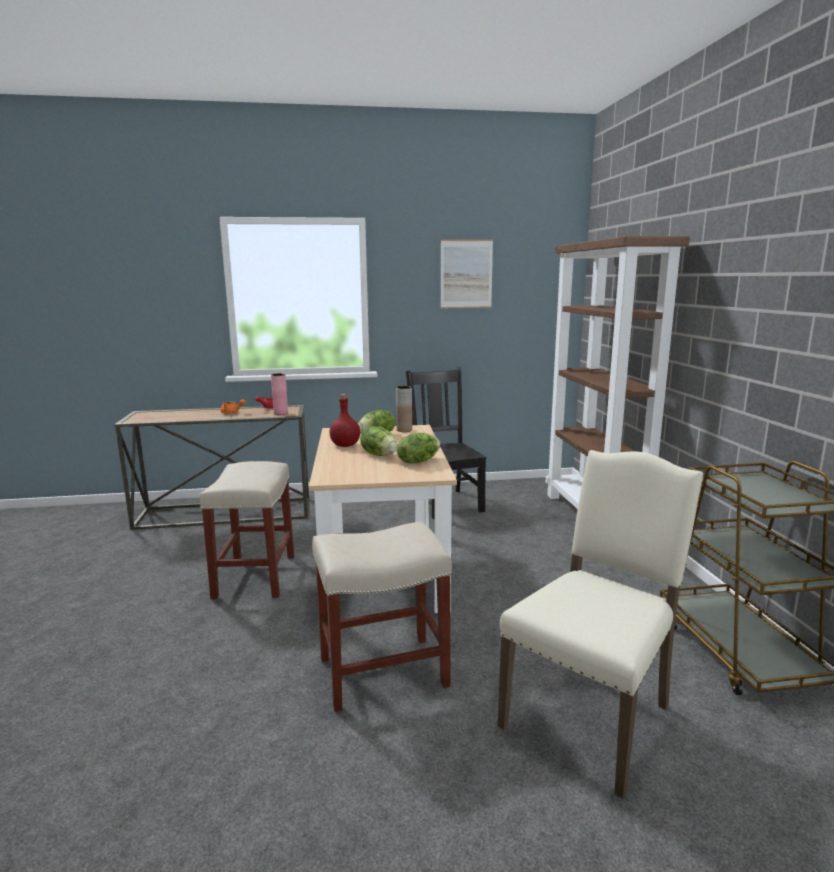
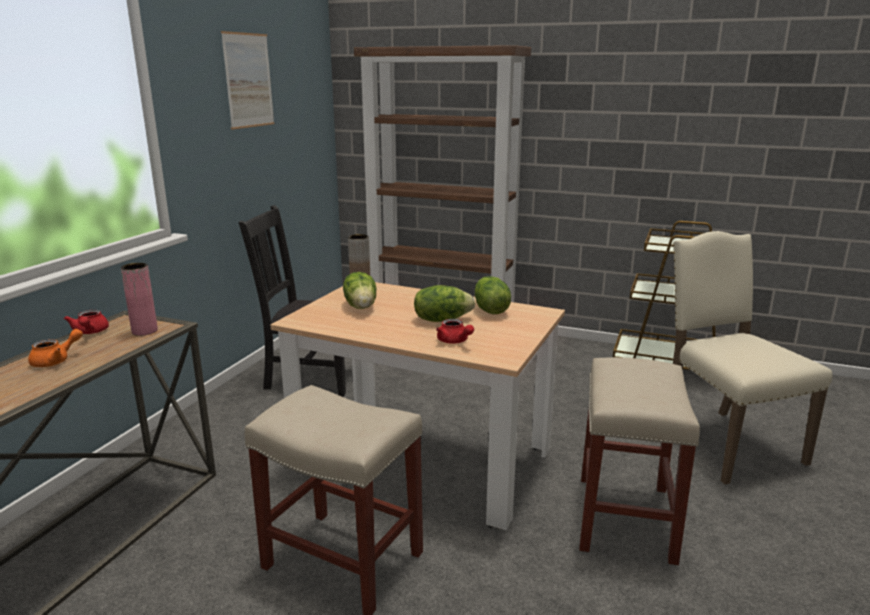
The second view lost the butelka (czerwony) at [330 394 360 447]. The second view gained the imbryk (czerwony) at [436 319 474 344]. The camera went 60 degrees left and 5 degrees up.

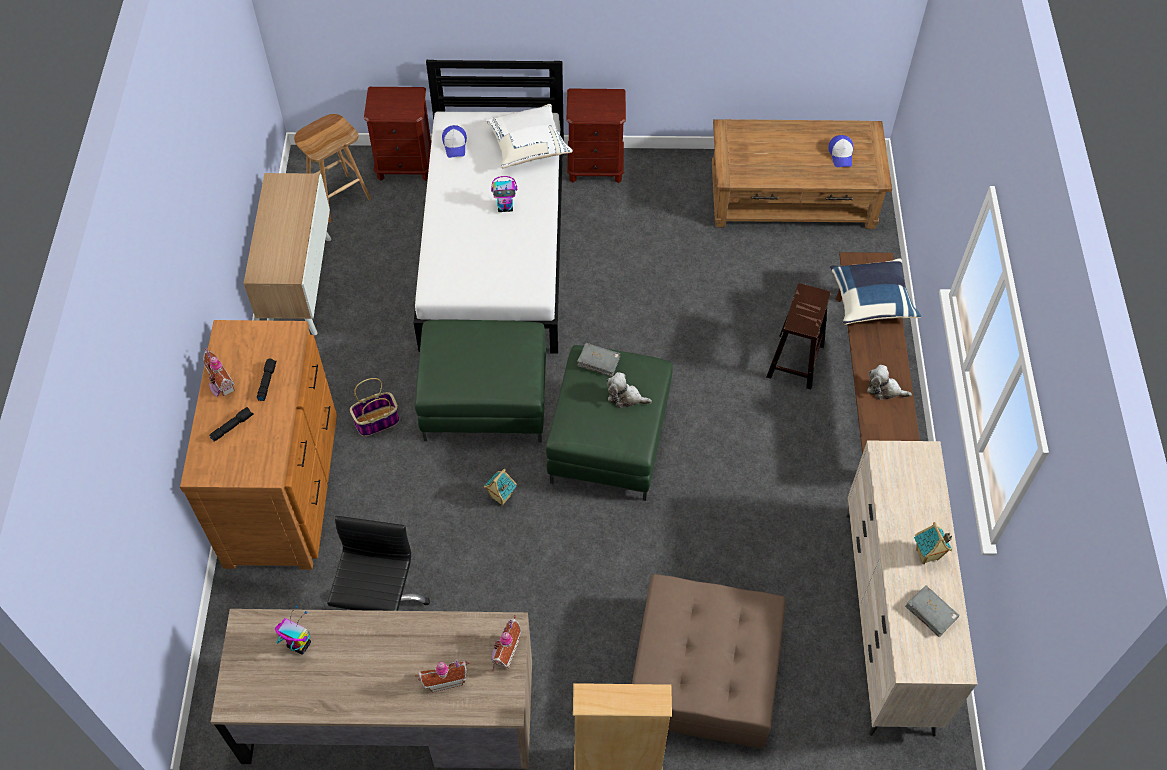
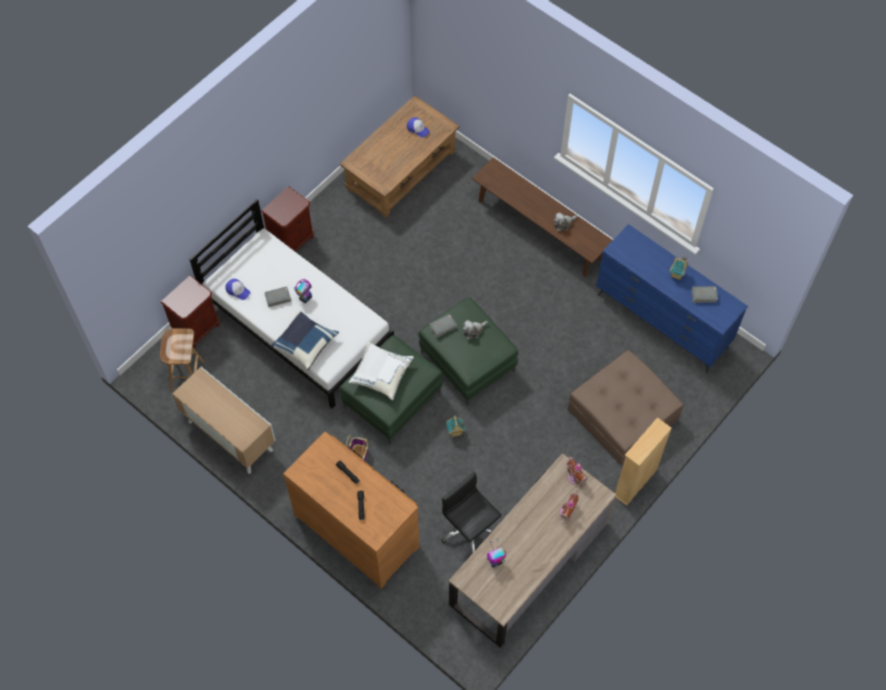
The poduszka (biały) ended up elsewhere, having gone from [485 104 573 169] to [349 342 414 400]. The poduszka (niebieski) ended up elsewhere, having gone from [830 258 922 325] to [271 310 339 370]. The second view lost the stołek (brązowy) at [767 283 831 390]. The second view lost the domek at [203 347 235 399]. What was the komoda (beżowy) at [846 440 977 737] turned into the komoda (niebieski) at [596 224 748 373]. The second view gained the książka (szary) at [265 286 291 307]. The camera went 50 degrees left and 5 degrees up.

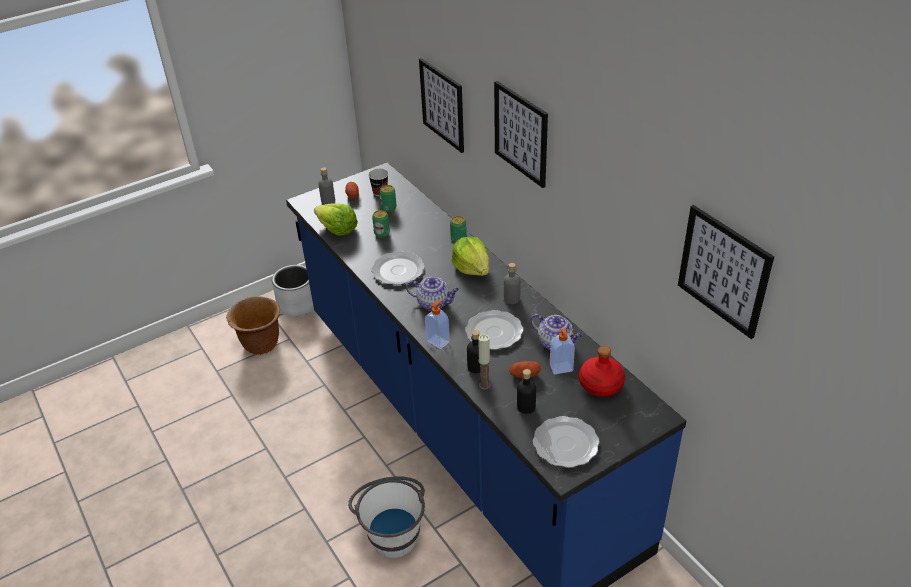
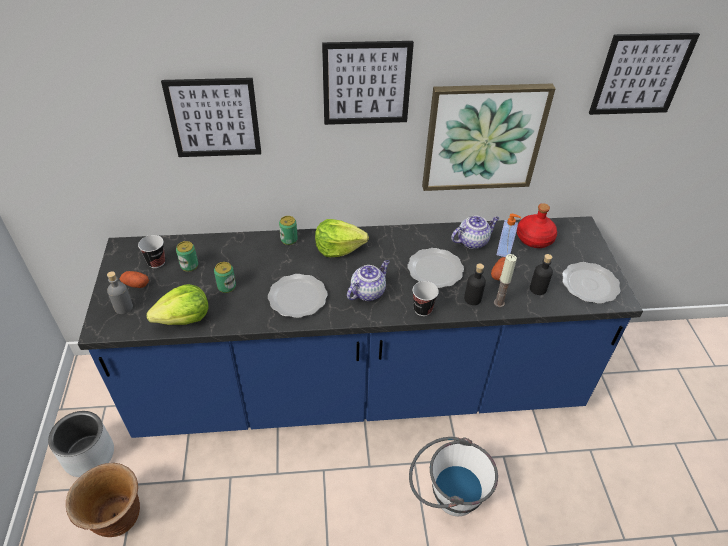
The second view lost the butelka (szary) at [504 263 520 304]. Where the dozownik mydła stood at [425 300 450 349], the filiżanka came to stand at [413 281 439 316]. The second view gained the obraz at [422 84 556 191]. The camera went 65 degrees left and 5 degrees up.

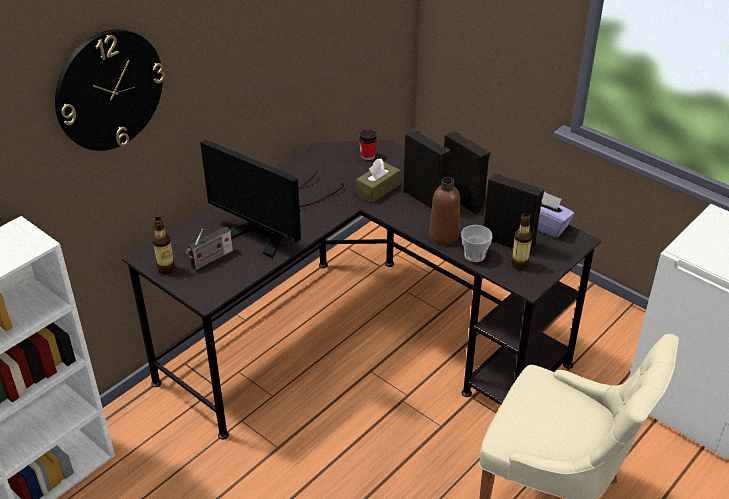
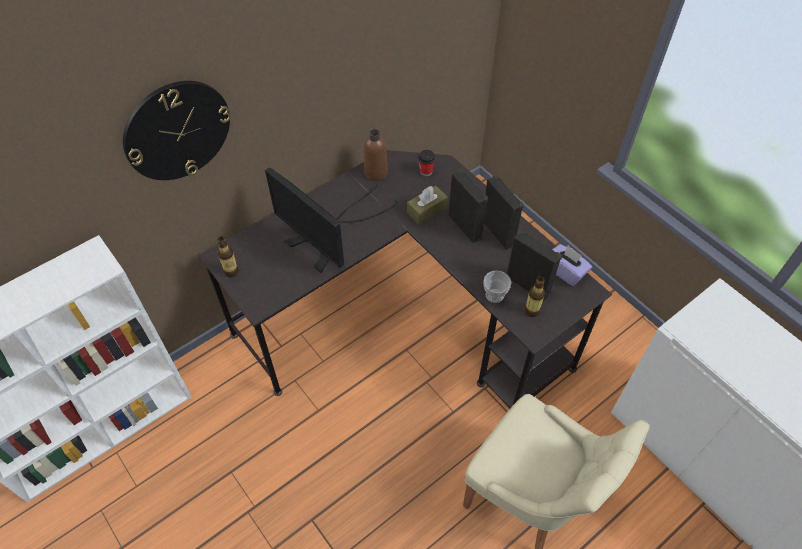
The butelka (brązowy) ended up elsewhere, having gone from [429 177 460 245] to [364 129 388 181]. The second view lost the radio at [186 227 233 270]. The camera went 10 degrees right and 15 degrees up.

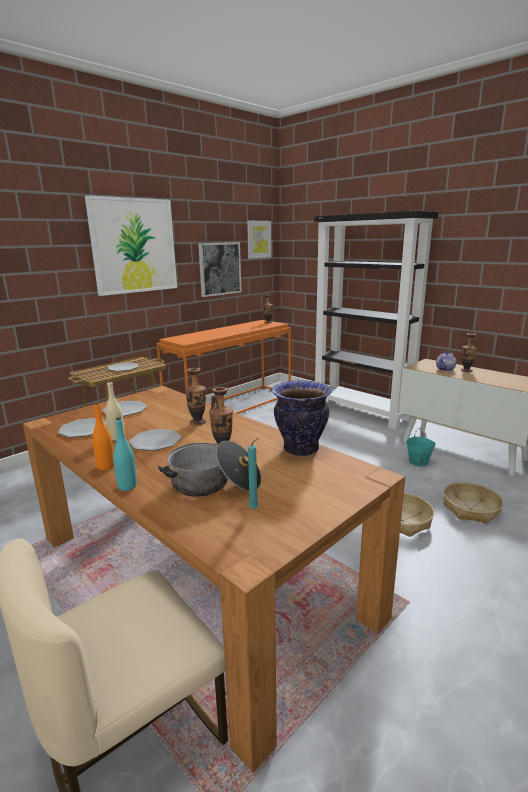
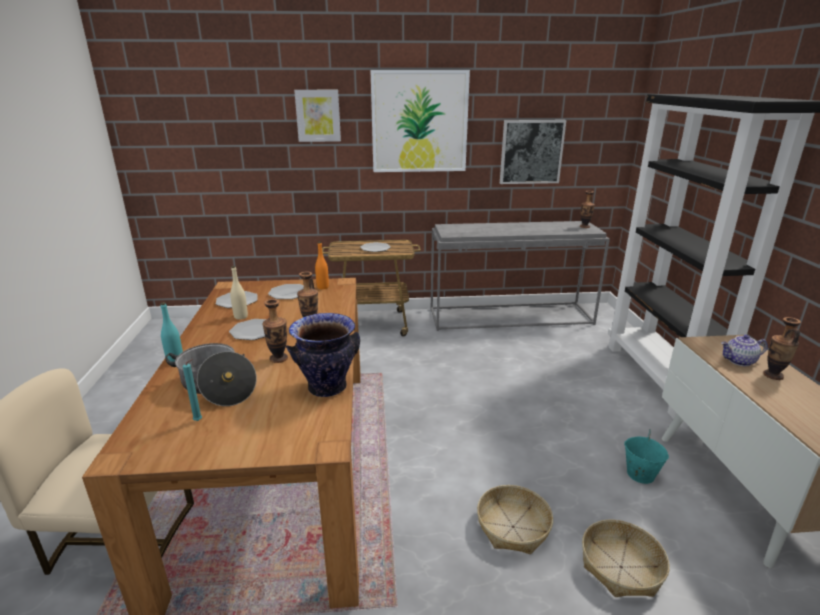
The obraz ended up elsewhere, having gone from [247 221 272 259] to [294 90 341 142]. What was the stolik konsolowy (pomarańczowy) at [156 320 291 414] turned into the stolik konsolowy (szary) at [431 221 610 331]. The butelka (pomarańczowy) ended up elsewhere, having gone from [92 402 114 470] to [315 242 329 289]. The camera went 40 degrees right and 5 degrees up.

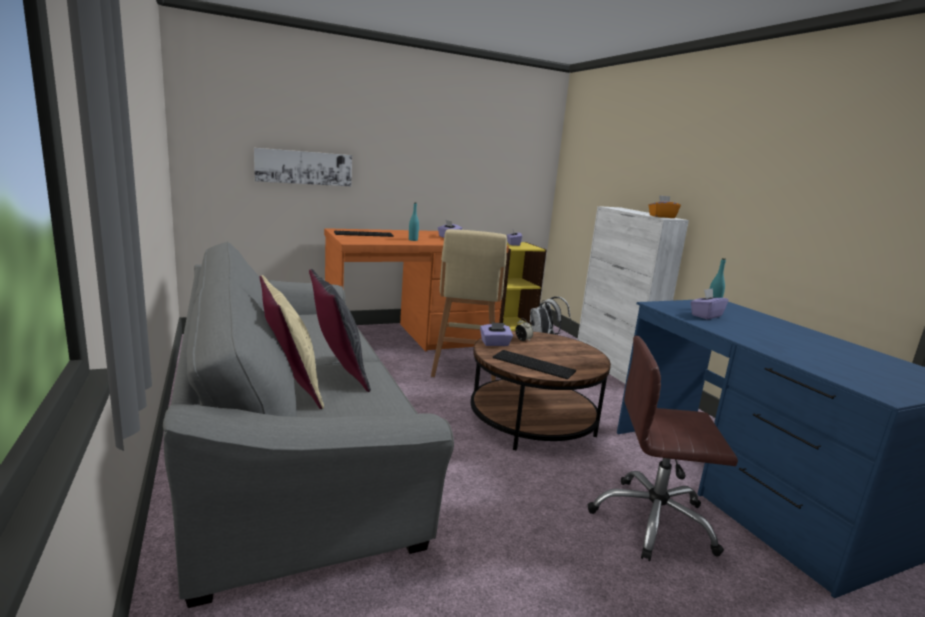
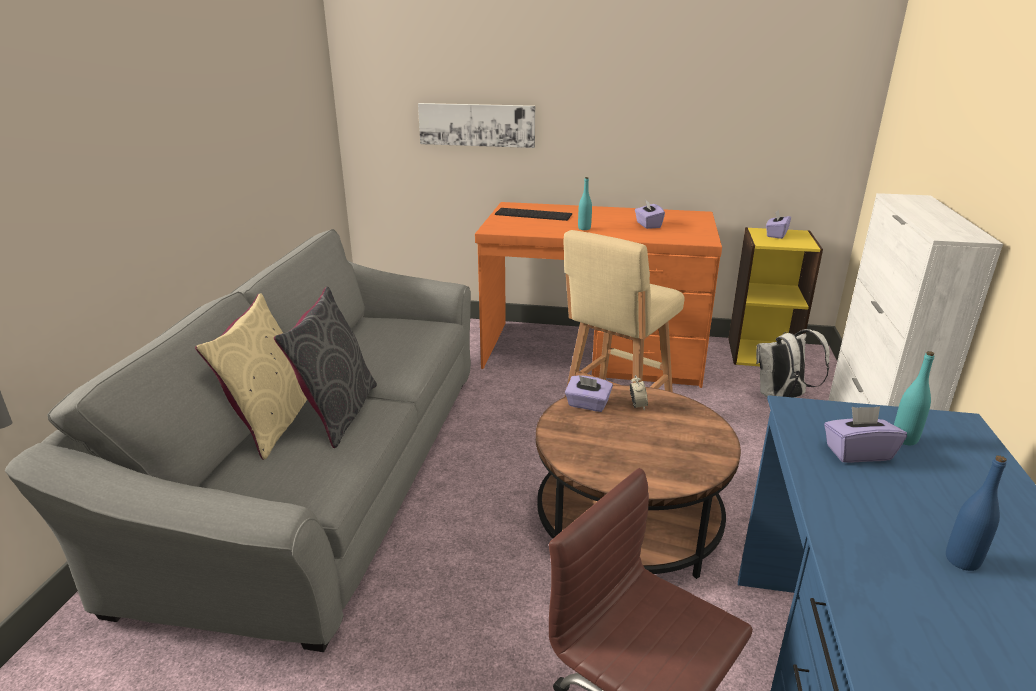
The second view lost the pudełko chusteczek (pomarańczowy) at [648 195 681 218]. The second view lost the klawiatura at [493 350 576 379]. The second view gained the butelka (niebieski) at [946 455 1006 571]. The camera went 35 degrees right and 10 degrees up.

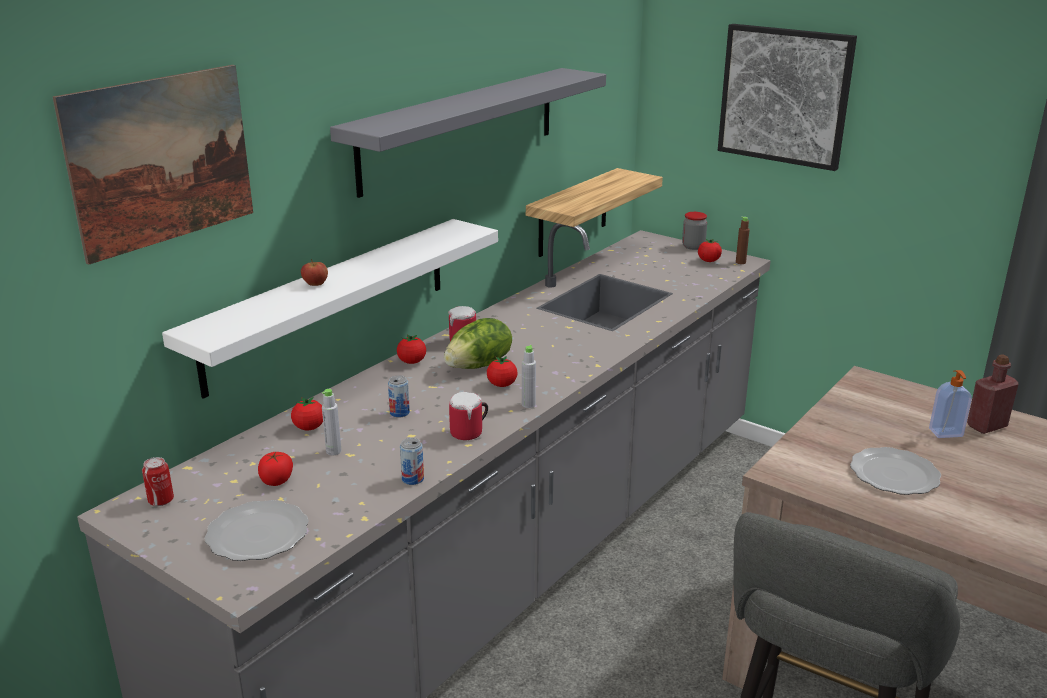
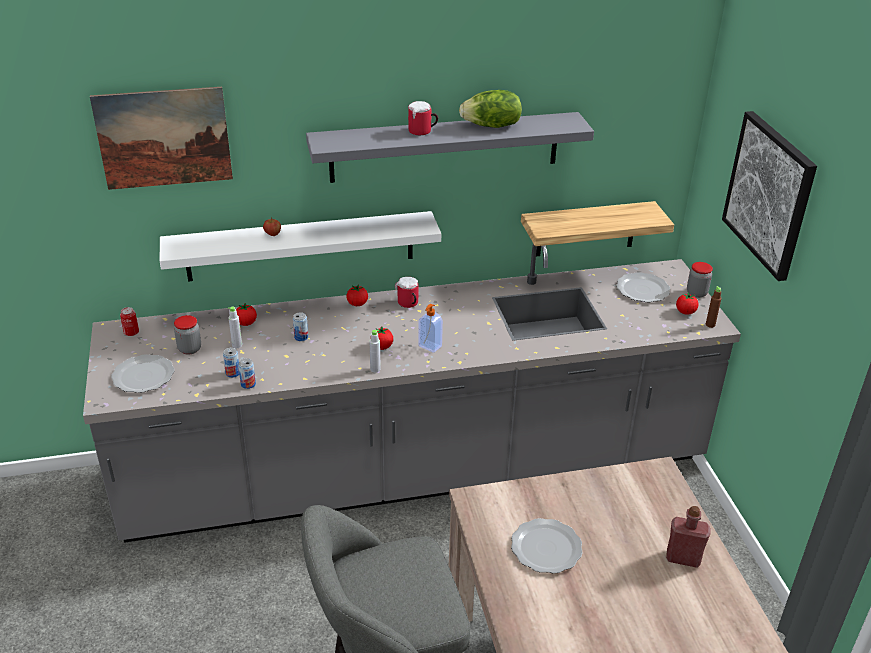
The sałata ended up elsewhere, having gone from [444 318 512 369] to [459 90 522 128]. The dozownik mydła ended up elsewhere, having gone from [929 370 972 438] to [418 304 443 353]. The kubek ended up elsewhere, having gone from [449 392 488 440] to [408 101 438 135]. Where the pomidor stood at [258 452 293 486], the słoik came to stand at [174 315 201 355]. The second view gained the talerz at [616 272 670 302]. The second view gained the puszka at [223 347 239 378]. The camera went 40 degrees right and 10 degrees up.

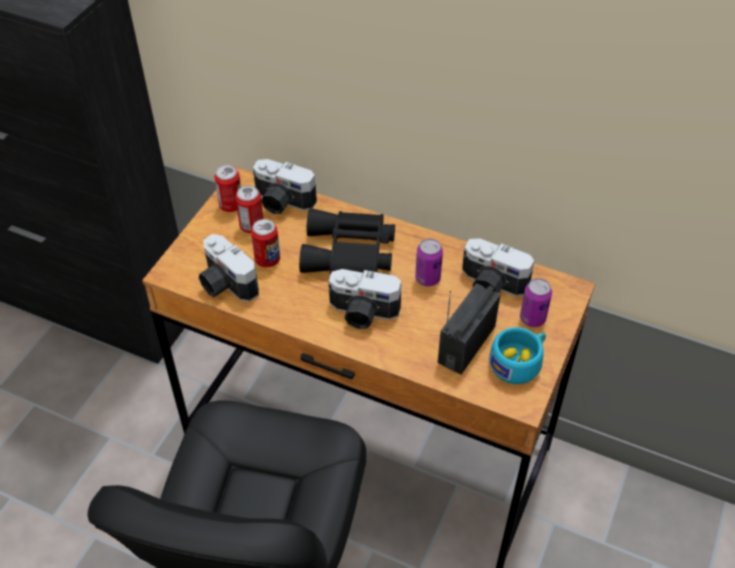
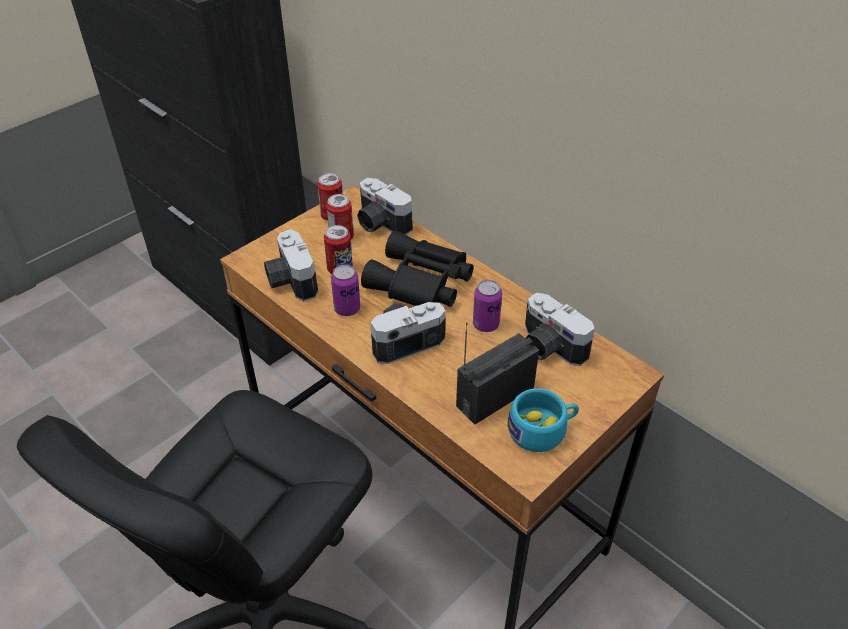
The aparat fotograficzny at [328 269 402 329] ended up facing another way, 120 degrees clockwise from before. The puszka ended up elsewhere, having gone from [520 278 552 327] to [331 264 360 316]. The camera went 20 degrees right and 5 degrees down.

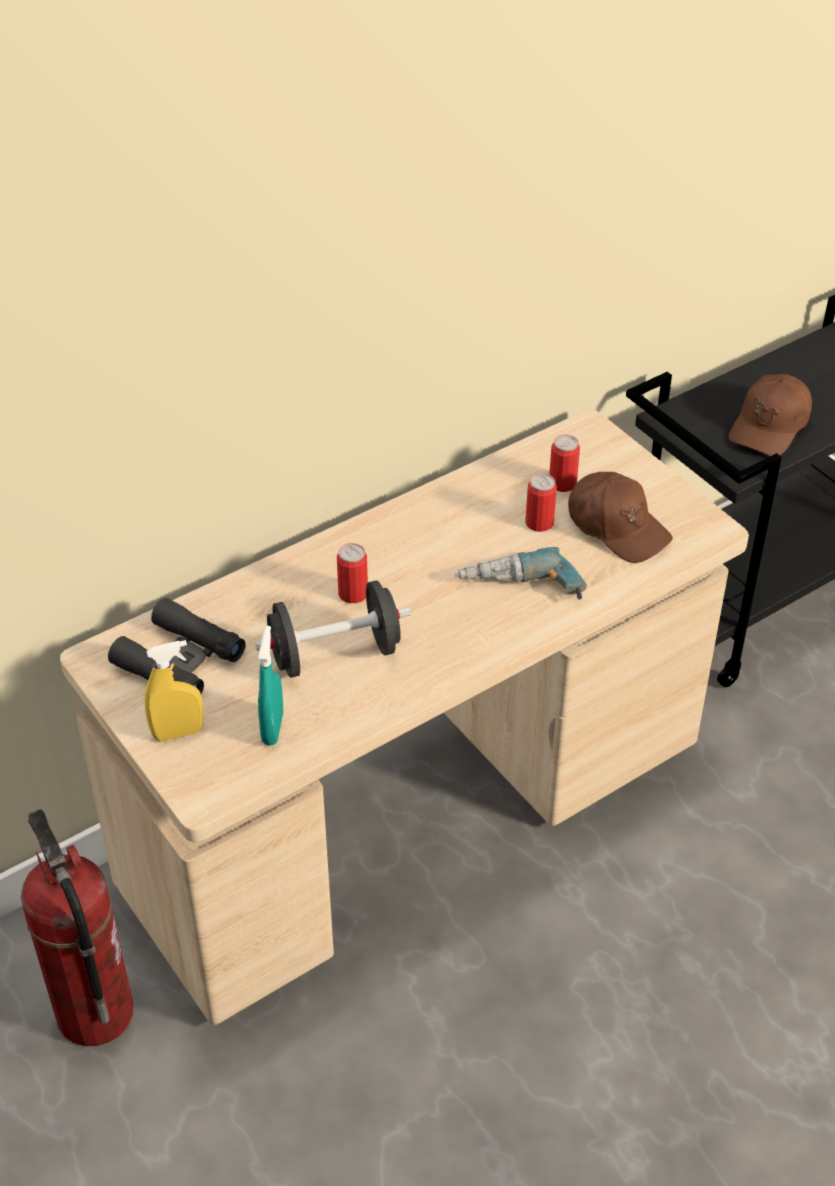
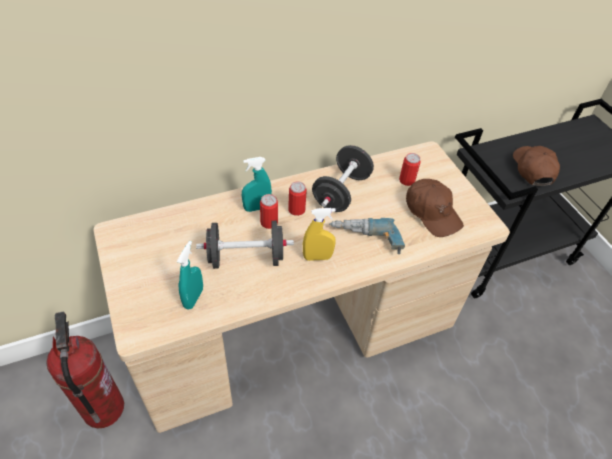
The czapka z daszkiem (brązowy) at [729 374 812 456] ended up facing another way, 135 degrees clockwise from before. The puszka ended up elsewhere, having gone from [525 473 557 532] to [288 181 307 216]. The second view lost the lornetka (czarny) at [108 598 246 694]. The spryskiwacz (żółty) ended up elsewhere, having gone from [145 640 204 742] to [303 208 336 261]. The second view gained the hantel (czarny) at [312 145 374 212]. The second view gained the spryskiwacz (turkusowy) at [242 157 272 212]. The camera went 10 degrees right and 5 degrees up.

